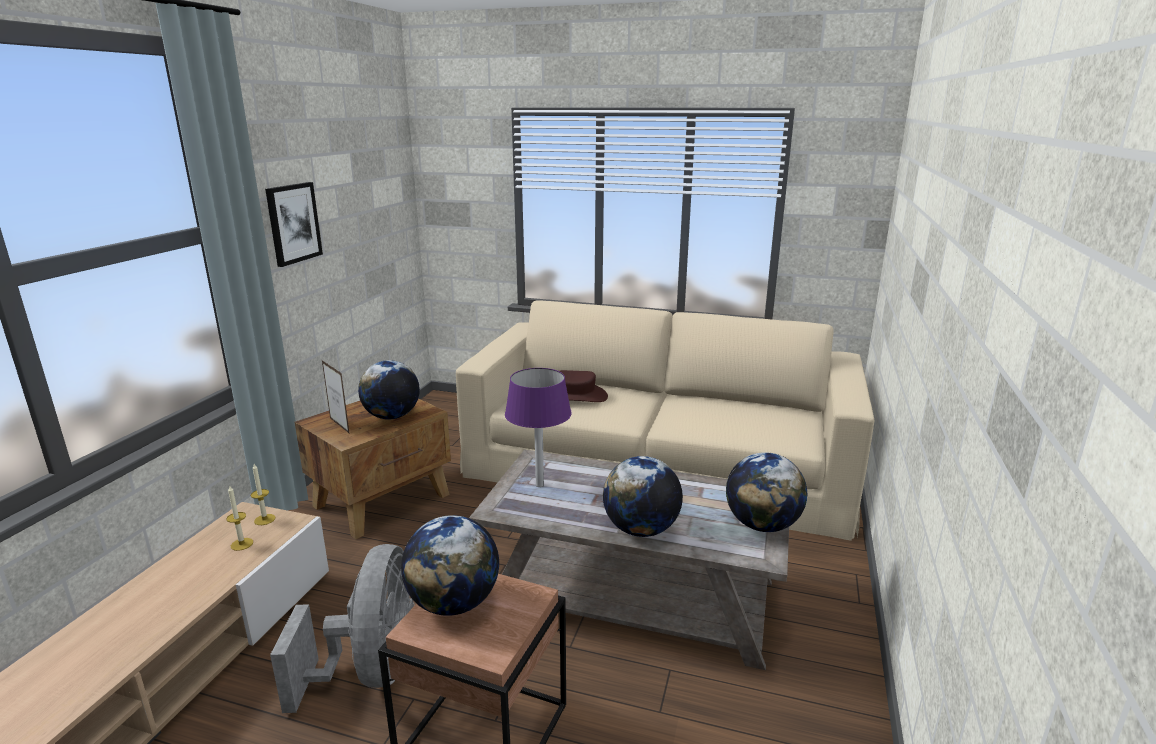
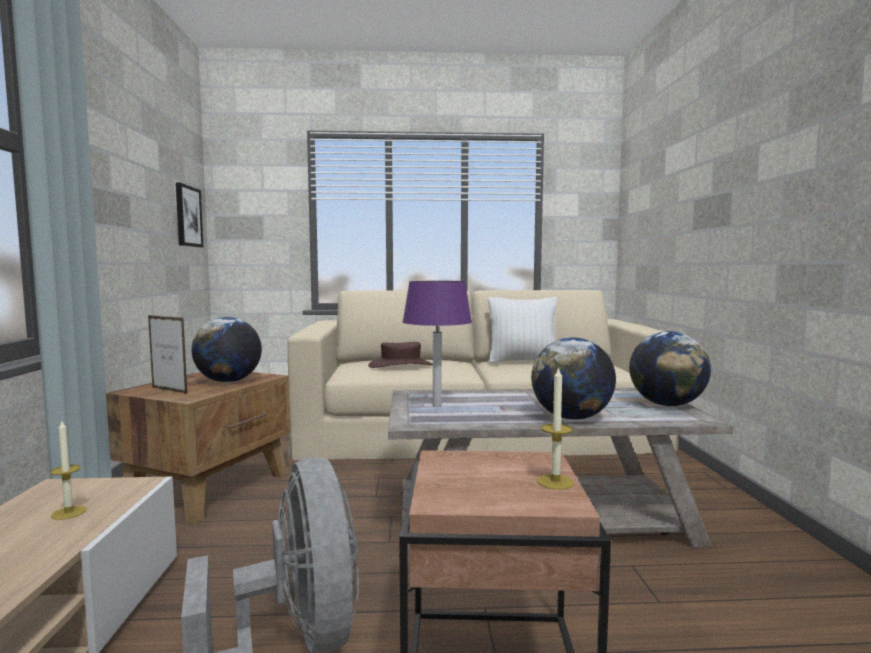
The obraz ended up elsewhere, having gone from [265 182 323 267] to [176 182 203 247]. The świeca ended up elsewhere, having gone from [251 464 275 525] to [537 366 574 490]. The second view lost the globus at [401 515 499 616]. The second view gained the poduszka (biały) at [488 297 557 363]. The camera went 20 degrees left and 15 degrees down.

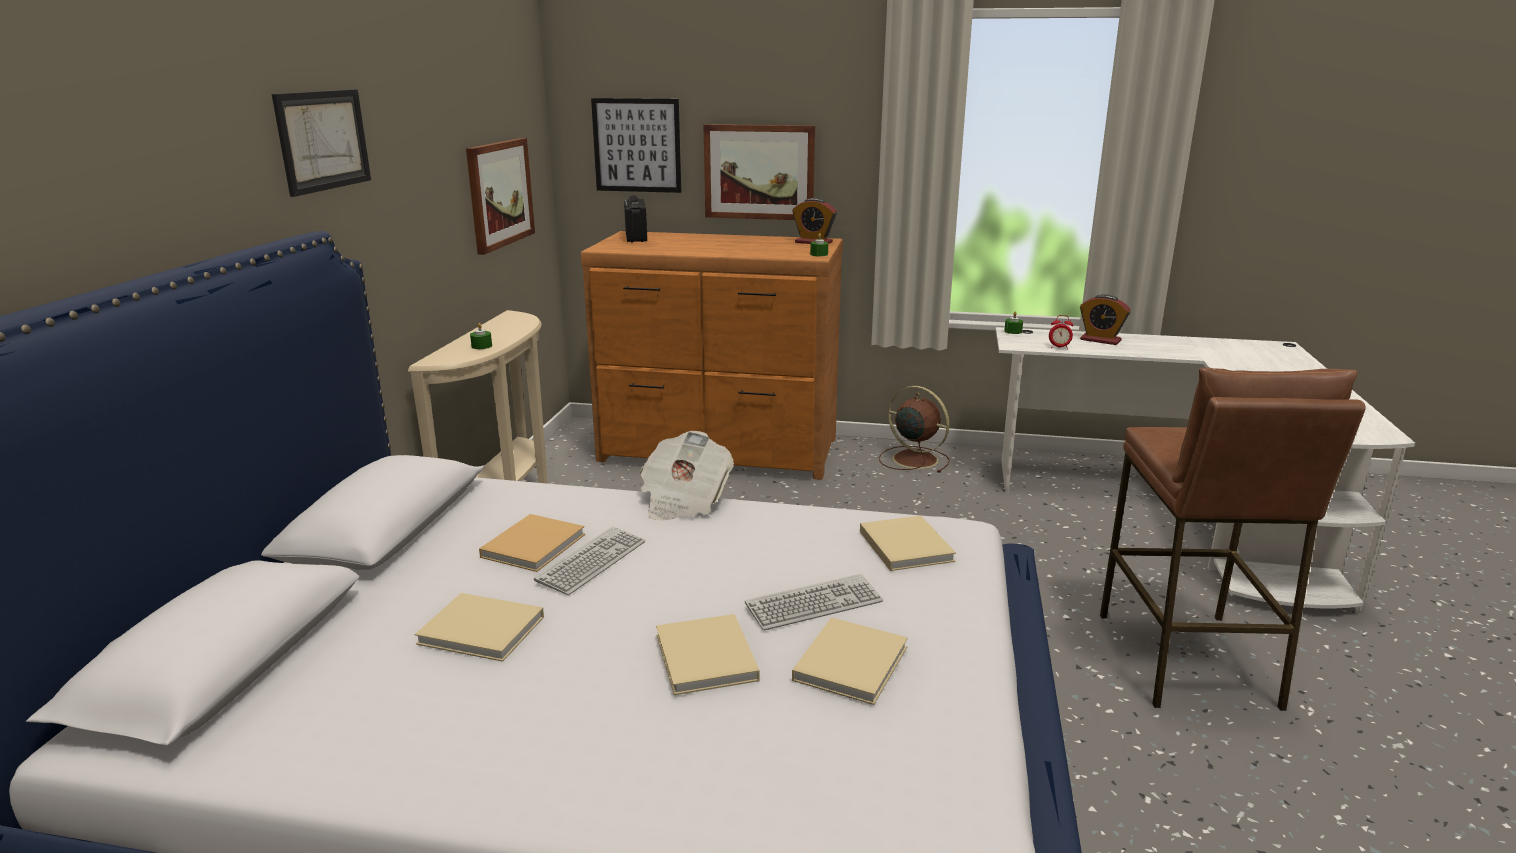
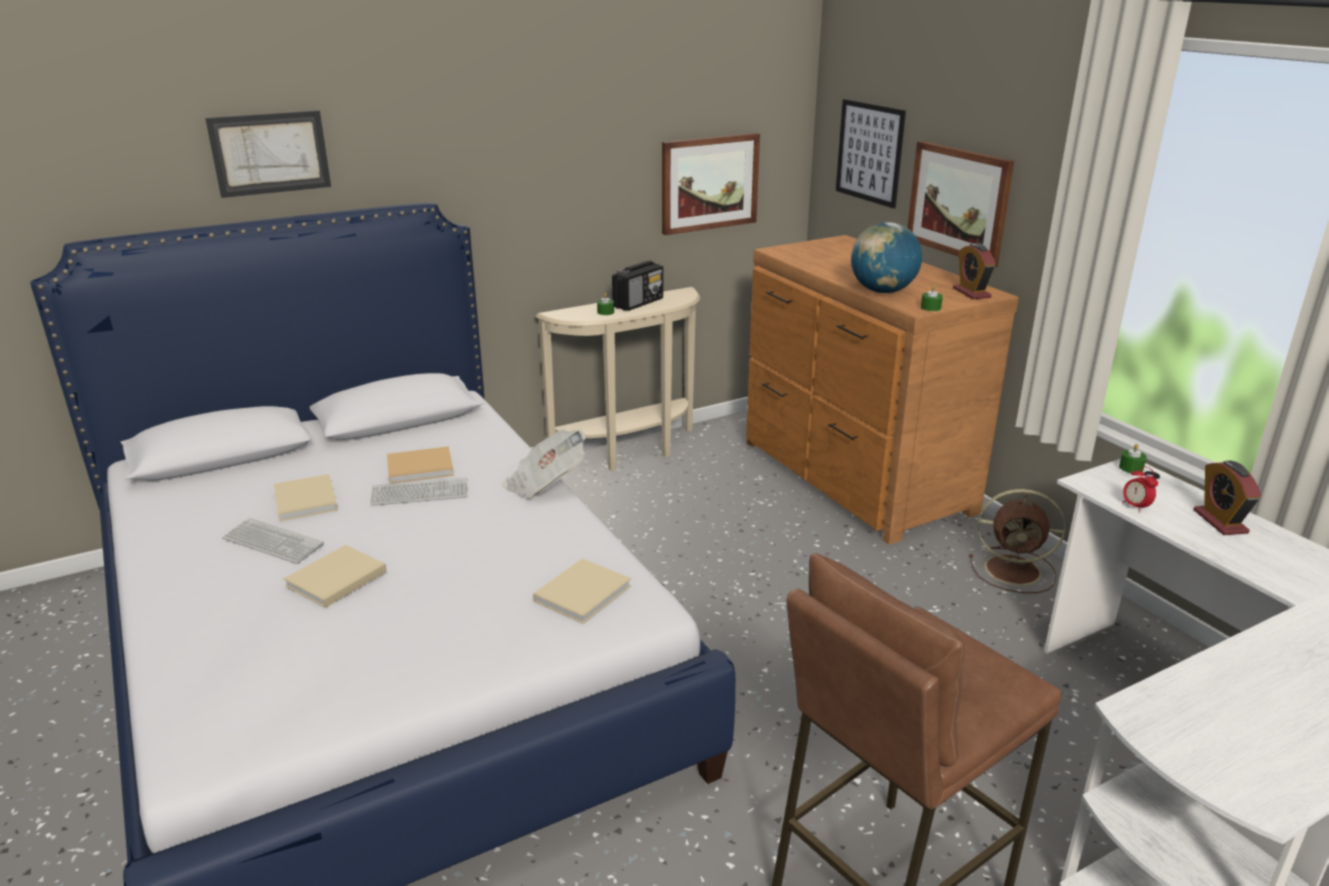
The obraz ended up elsewhere, having gone from [272 89 371 197] to [205 111 331 198]. The radio ended up elsewhere, having gone from [624 195 647 242] to [612 260 663 311]. The wentylator (brązowy) at [879 386 950 473] ended up facing another way, 105 degrees clockwise from before. The klawiatura ended up elsewhere, having gone from [745 574 883 630] to [223 518 324 564]. The second view lost the książka (beżowy) at [792 617 908 705]. The second view gained the globus at [851 222 922 293]. The camera went 50 degrees right and 5 degrees up.

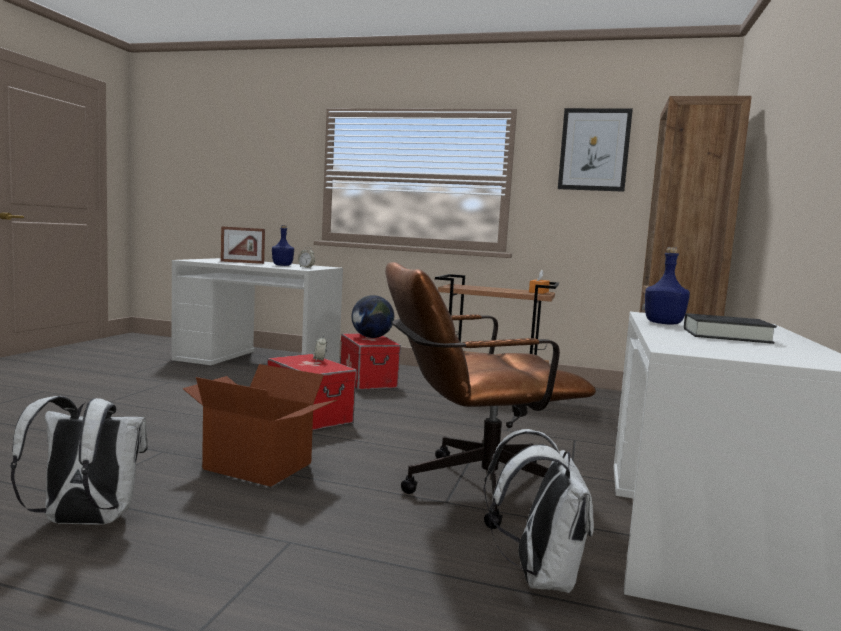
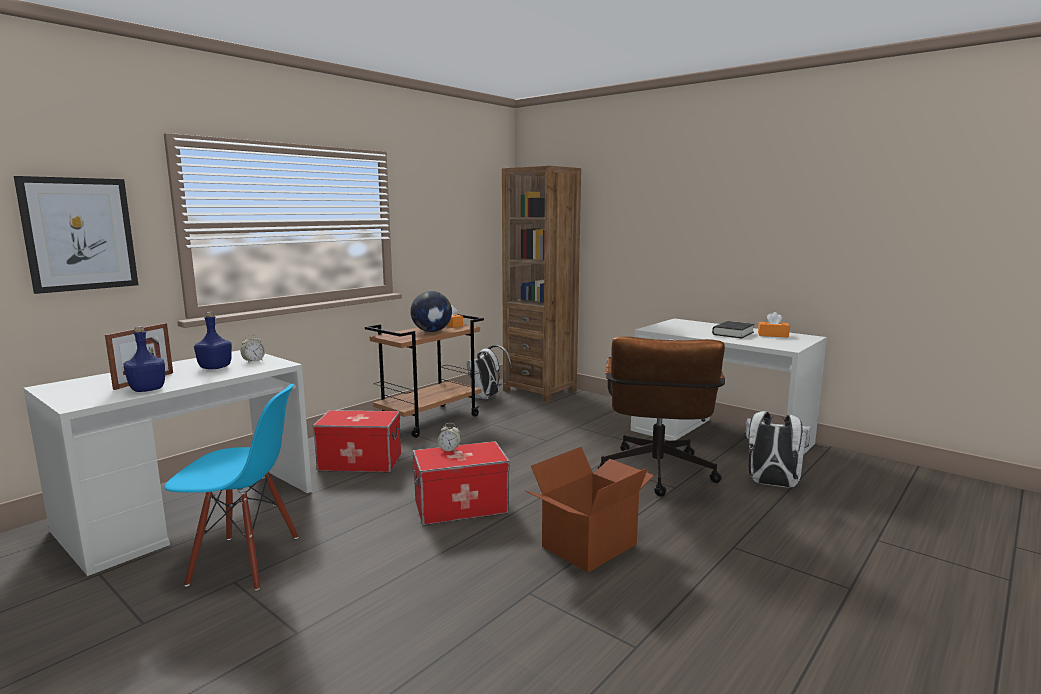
The obraz ended up elsewhere, having gone from [558 108 633 192] to [14 176 138 294]. The butelka (niebieski) ended up elsewhere, having gone from [645 247 690 324] to [124 326 165 392]. The globus ended up elsewhere, having gone from [352 295 394 338] to [410 291 452 332]. The plecak (biały) ended up elsewhere, having gone from [10 396 148 525] to [467 345 512 399]. The second view gained the pudełko chusteczek (pomarańczowy) at [758 312 790 338]. The second view gained the krzesło (niebieski) at [164 384 298 590]. The camera went 65 degrees left and 5 degrees up.

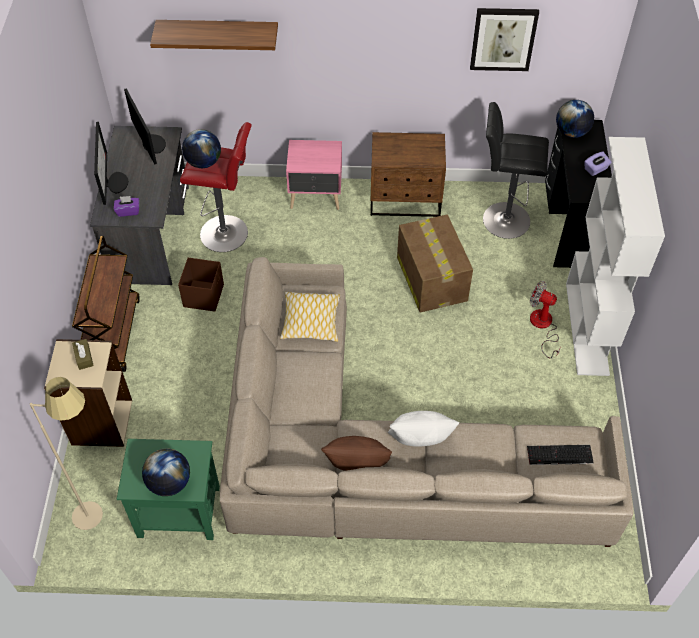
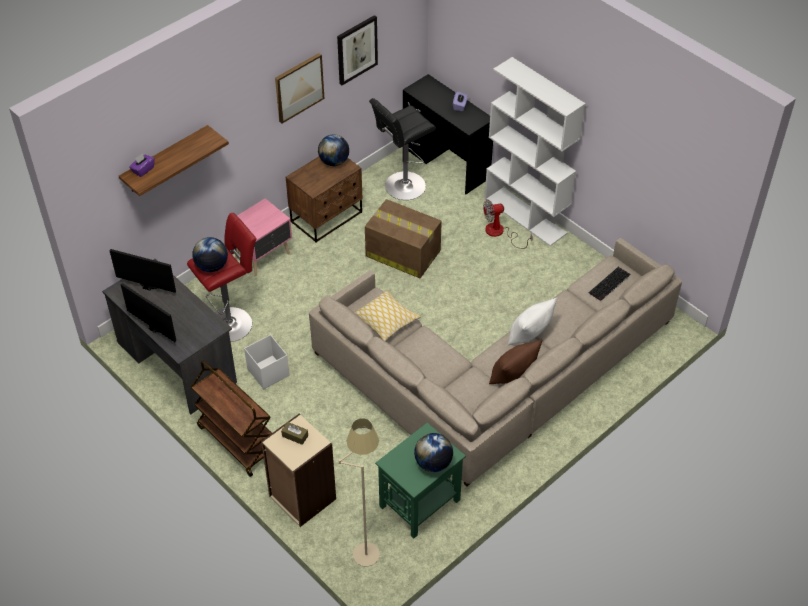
The globus ended up elsewhere, having gone from [556 100 594 138] to [318 135 349 166]. The pudełko chusteczek (fioletowy) ended up elsewhere, having gone from [114 196 139 217] to [129 153 155 177]. What was the pojemnik do przechowywania (brązowy) at [178 258 224 312] turned into the pojemnik do przechowywania (biały) at [244 335 289 389]. The second view gained the obraz at [275 53 324 124]. The camera went 45 degrees left and 5 degrees down.

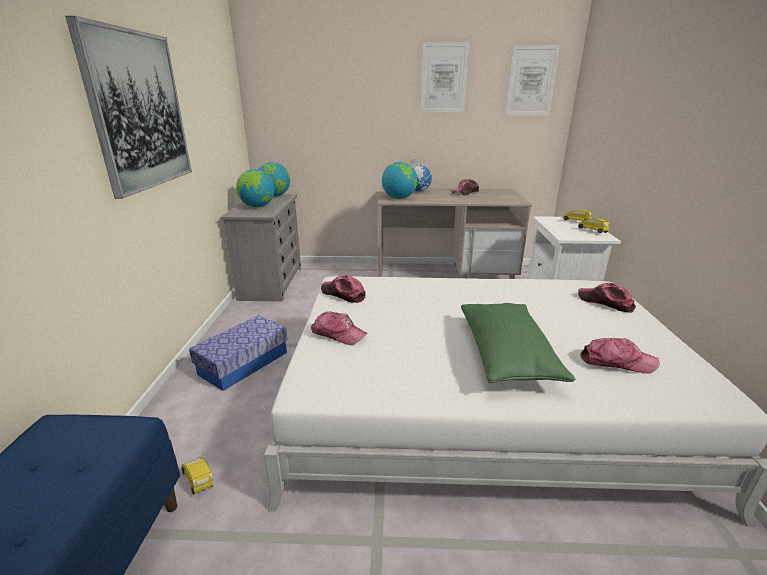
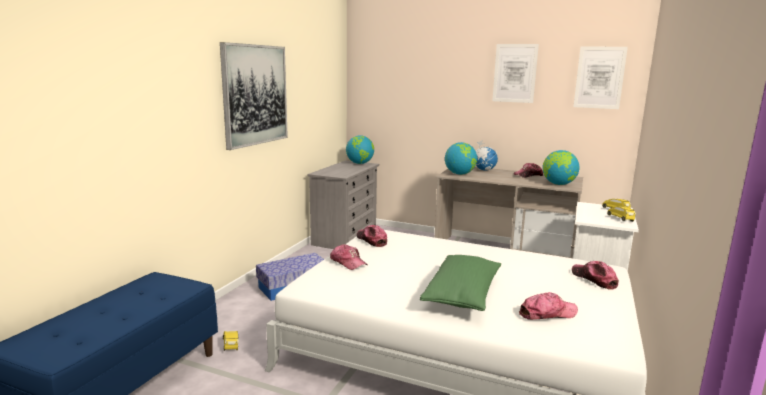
The globus ended up elsewhere, having gone from [236 169 275 207] to [543 150 579 185]. The czapka z daszkiem at [580 338 660 374] ended up facing another way, 45 degrees counterclockwise from before. The camera went 20 degrees right and 10 degrees down.

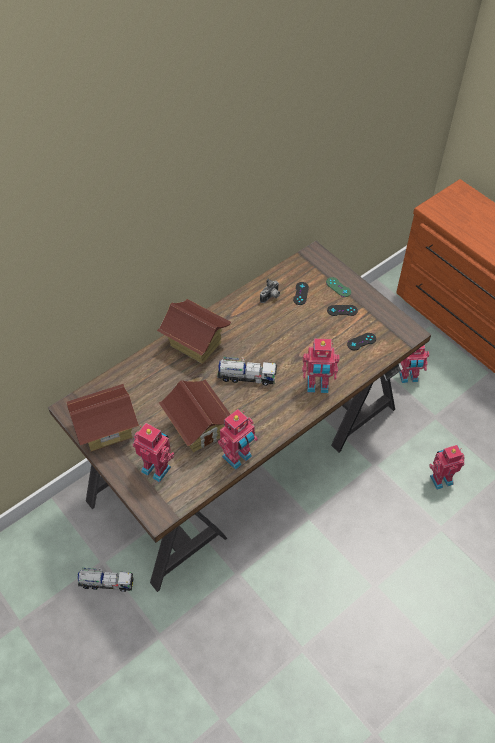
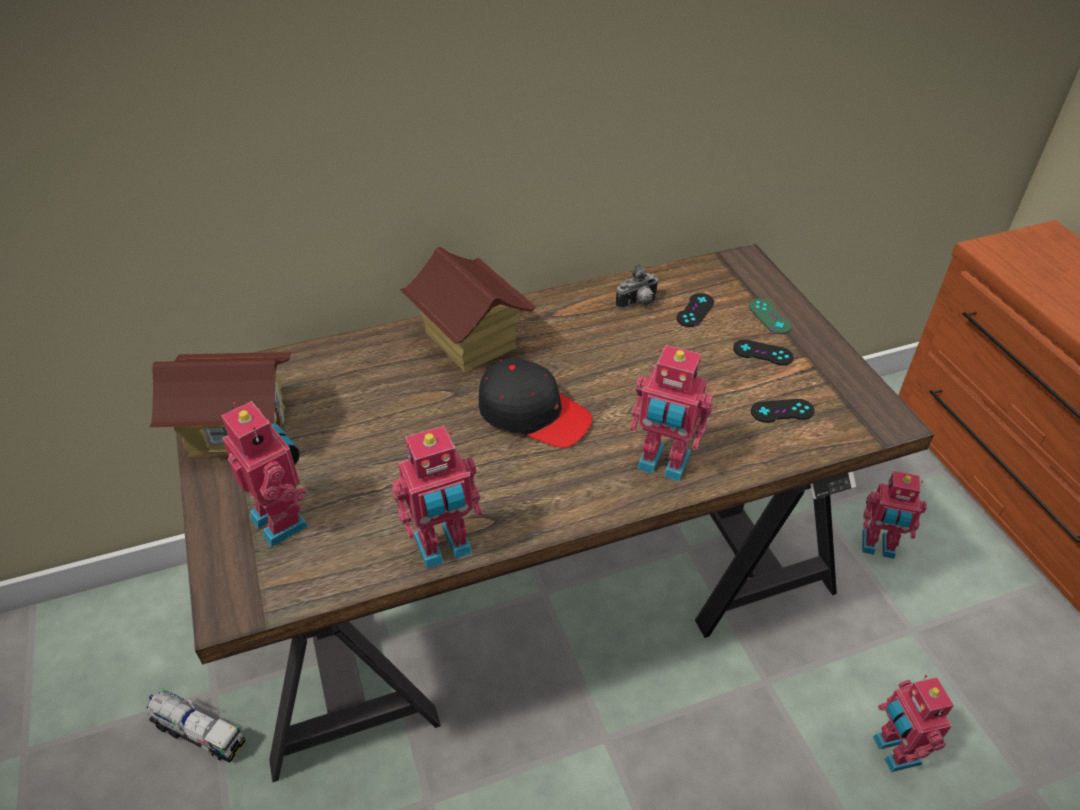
Where the ciężarówka zabawkowa stood at [217 357 277 386], the czapka z daszkiem (czarny) came to stand at [479 358 592 448]. The second view lost the domek at [159 380 231 452]. The robot zabawkowy at [429 445 465 490] ended up facing another way, 105 degrees counterclockwise from before. The camera went 20 degrees right and 10 degrees down.

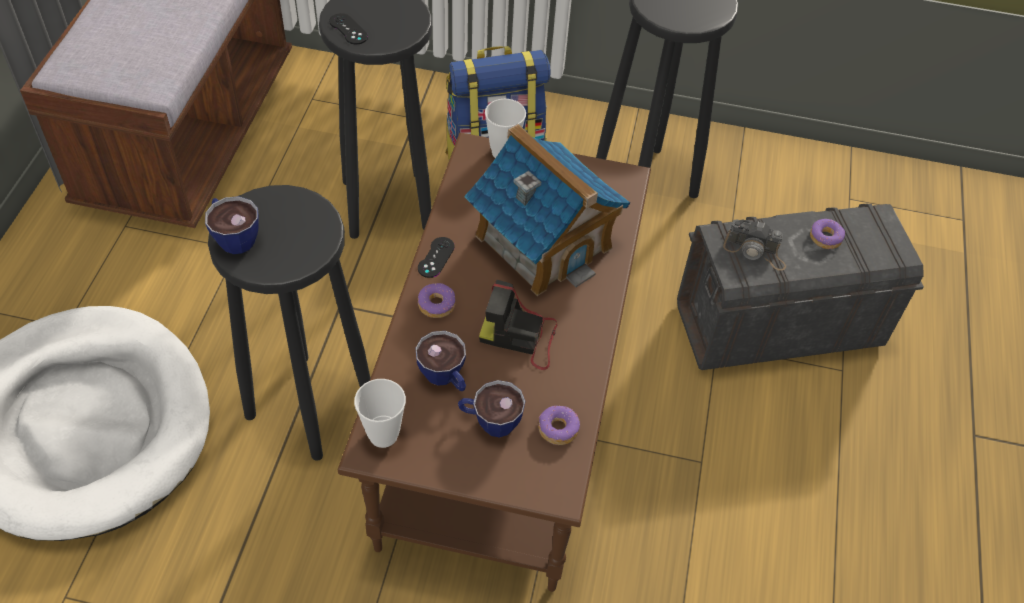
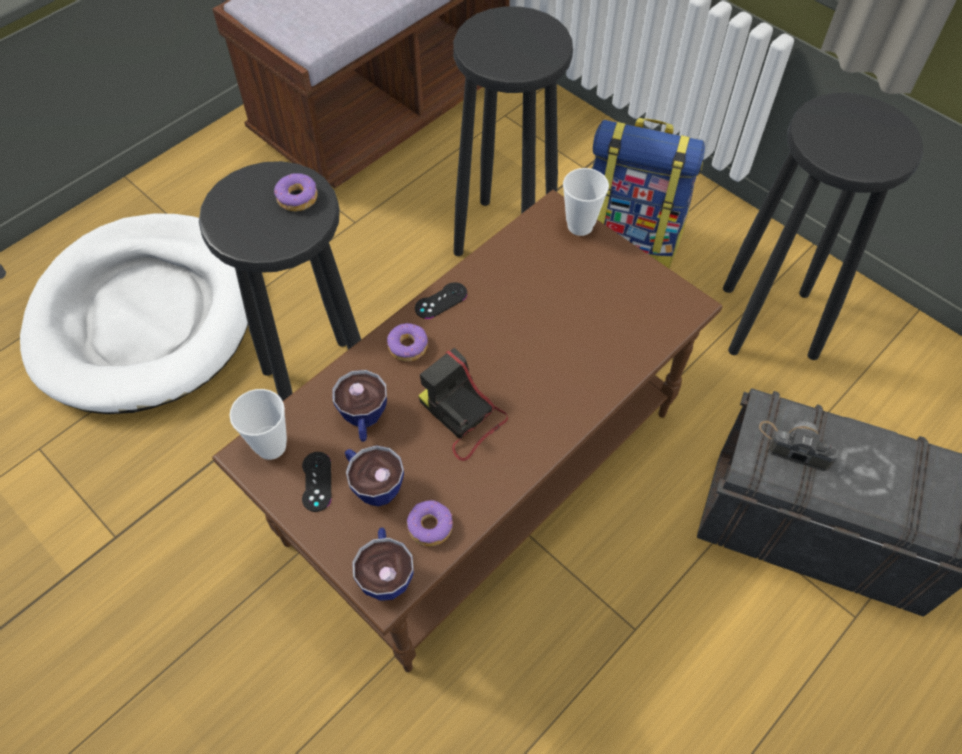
The pad do gier (czarny) ended up elsewhere, having gone from [329 13 368 44] to [302 452 331 512]. The second view lost the domek at [464 124 630 296]. The filiżanka ended up elsewhere, having gone from [205 196 259 254] to [352 528 414 601]. The aparat fotograficzny at [723 219 786 271] ended up facing another way, 150 degrees clockwise from before. The donut ended up elsewhere, having gone from [810 219 845 249] to [274 173 318 211]. The camera went 35 degrees right and 5 degrees up.

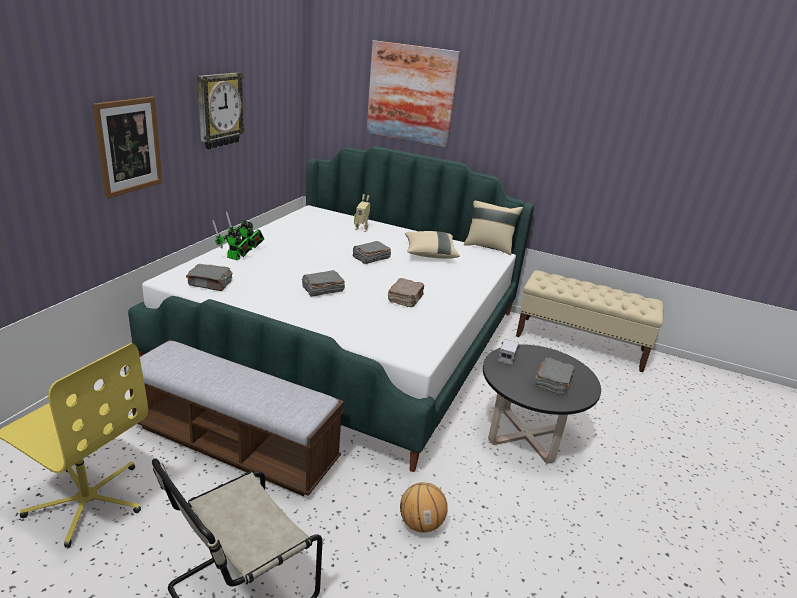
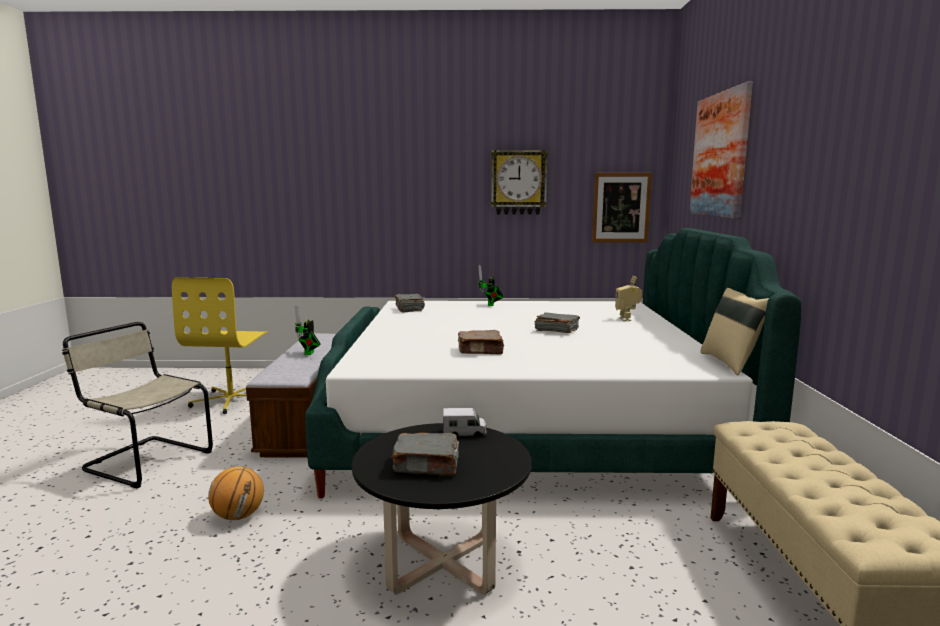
The obraz ended up elsewhere, having gone from [93 96 163 199] to [592 173 652 242]. The robot zabawkowy ended up elsewhere, having gone from [212 220 253 260] to [295 305 321 355]. The second view lost the poduszka (beżowy) at [405 231 460 259]. The second view lost the książka (szary) at [302 270 345 297]. The camera went 70 degrees right and 15 degrees down.

